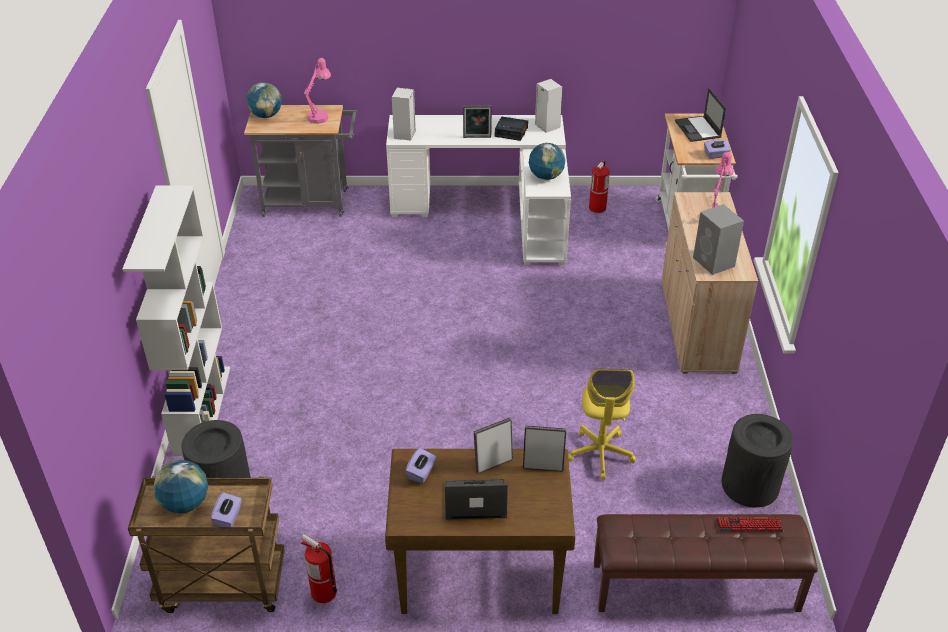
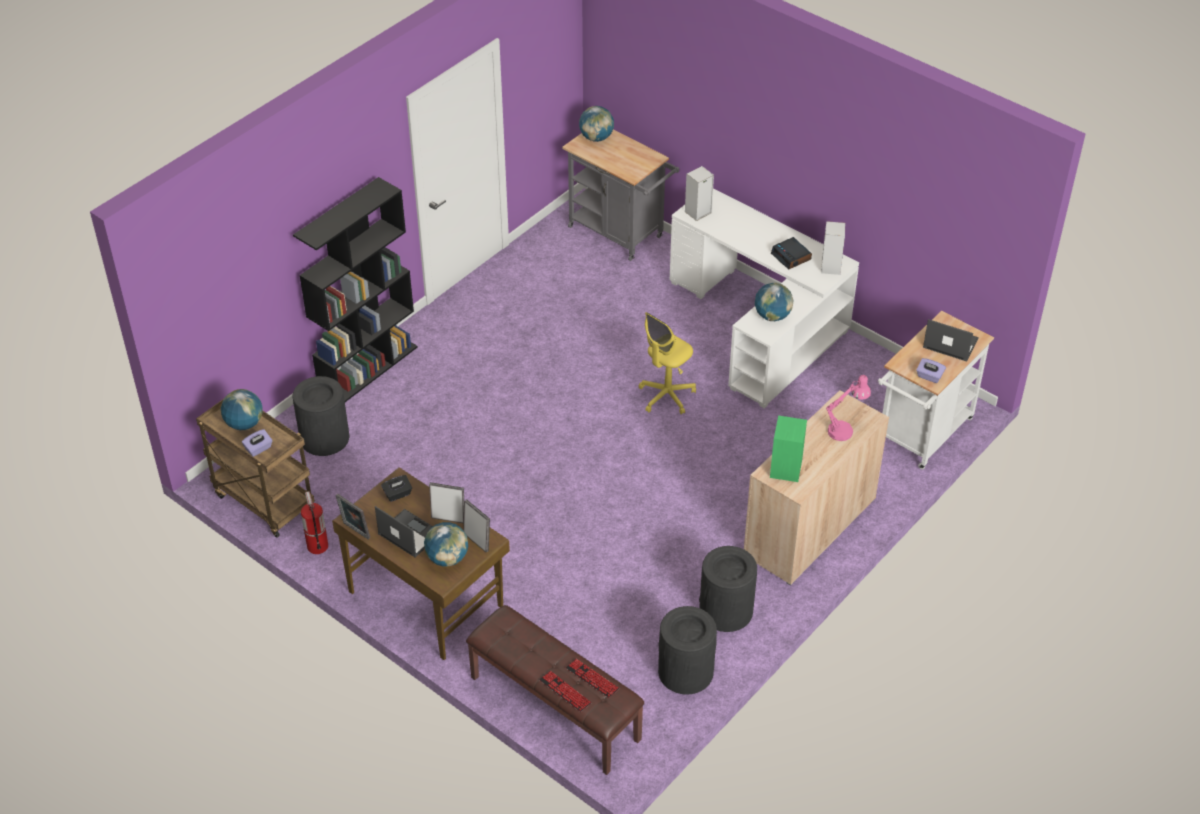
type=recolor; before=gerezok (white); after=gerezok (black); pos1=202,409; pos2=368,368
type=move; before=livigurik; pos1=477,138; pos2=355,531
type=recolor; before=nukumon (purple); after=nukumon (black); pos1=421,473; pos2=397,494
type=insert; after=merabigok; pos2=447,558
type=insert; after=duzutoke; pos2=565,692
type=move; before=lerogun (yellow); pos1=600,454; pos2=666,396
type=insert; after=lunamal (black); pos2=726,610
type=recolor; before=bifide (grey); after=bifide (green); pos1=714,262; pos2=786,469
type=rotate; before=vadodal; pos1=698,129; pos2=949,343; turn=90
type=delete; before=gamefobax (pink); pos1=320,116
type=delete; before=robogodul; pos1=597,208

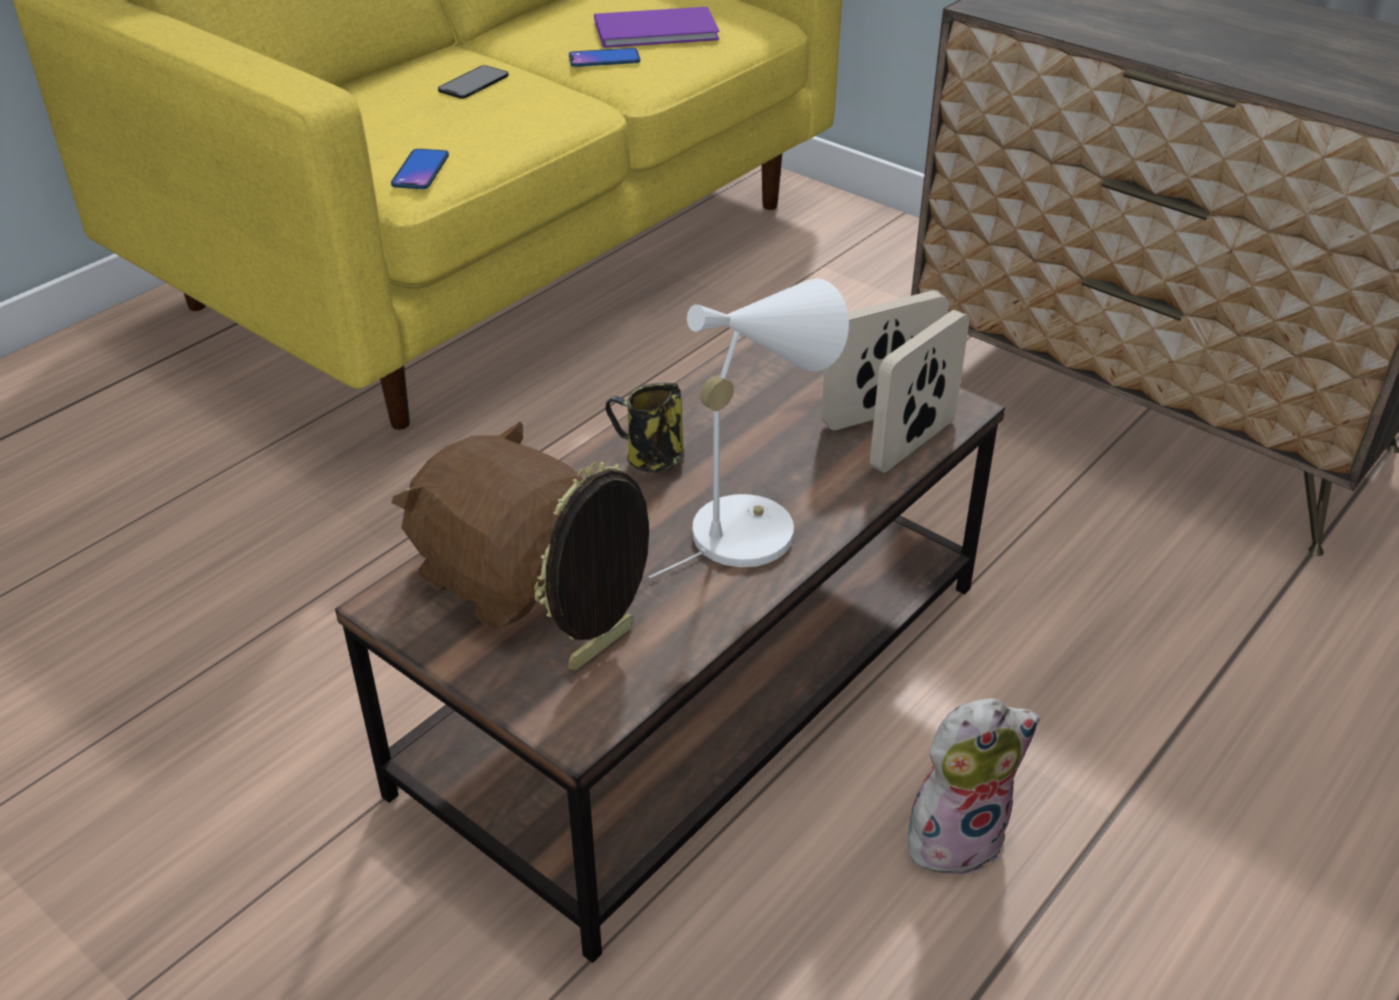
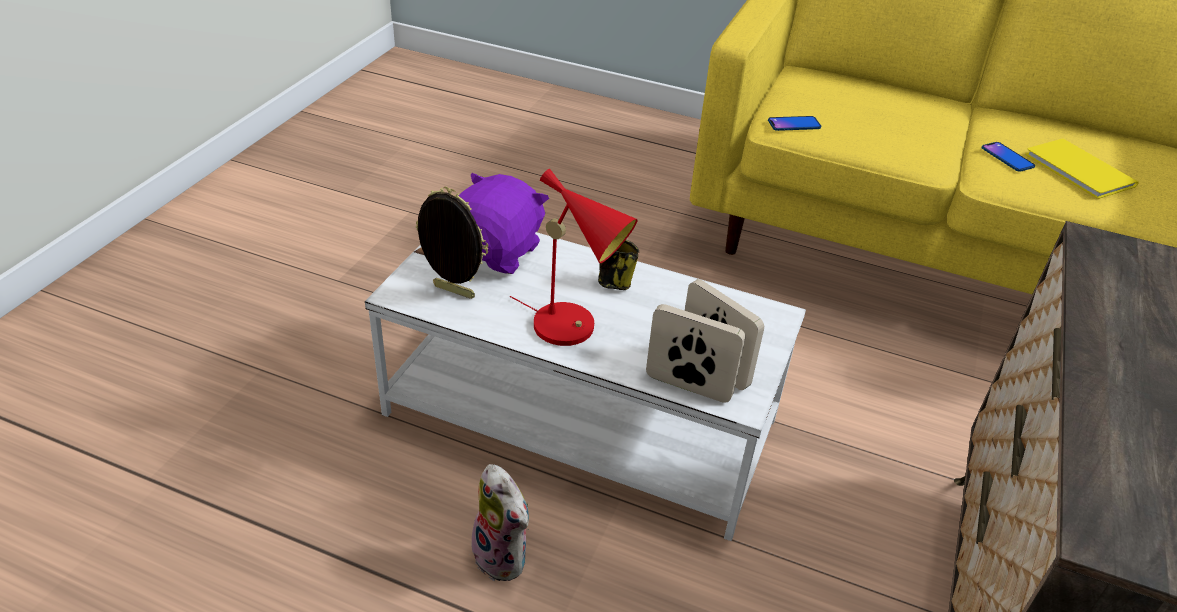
type=recolor; before=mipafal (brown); after=mipafal (white); pos1=699,687; pos2=578,418
type=recolor; before=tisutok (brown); after=tisutok (purple); pos1=509,575; pos2=496,252
type=recolor; before=gamefobax (white); after=gamefobax (red); pos1=753,525; pos2=573,328
type=recolor; before=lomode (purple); after=lomode (yellow); pos1=659,31; pos2=1079,172
type=delete; before=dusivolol; pos1=473,83

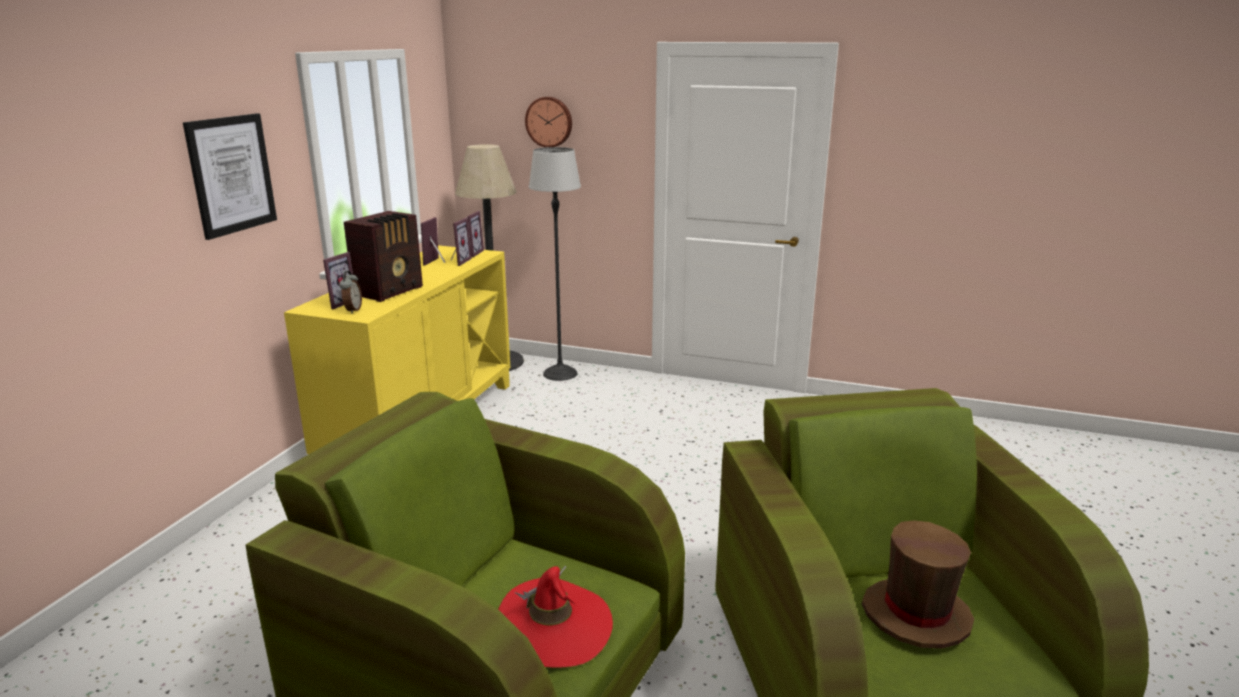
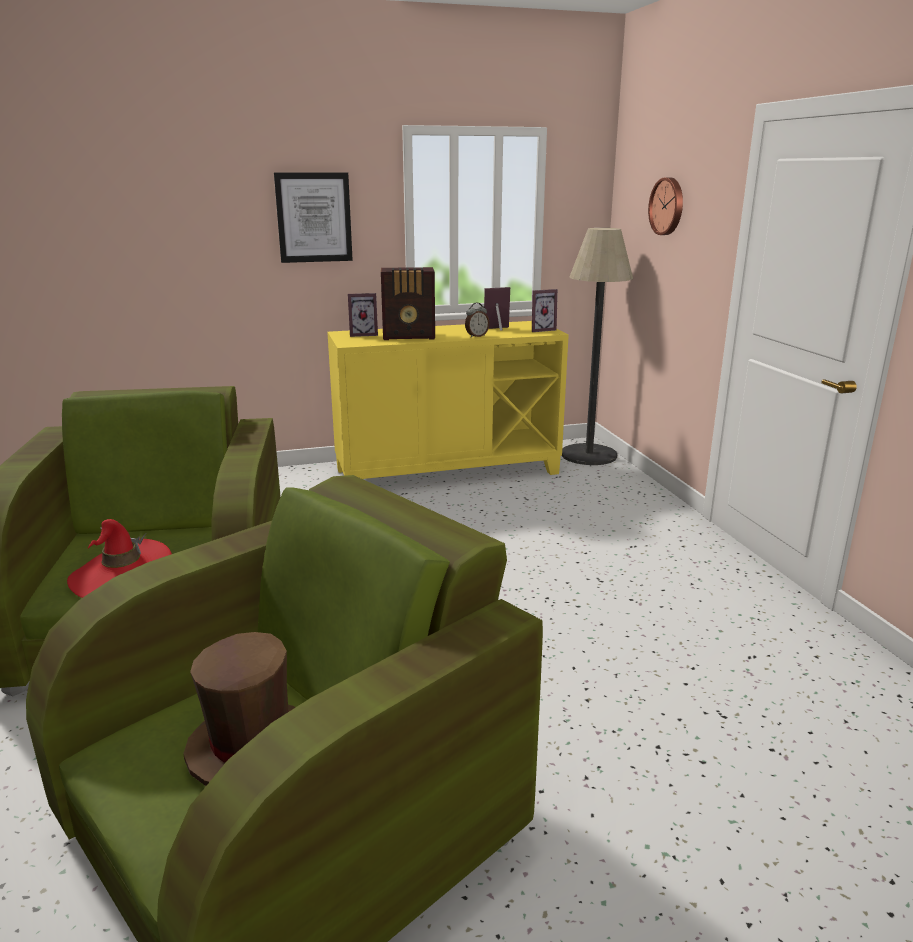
type=move; before=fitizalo; pos1=352,310; pos2=476,336
type=delete; before=livigurik; pos1=458,261
type=delete; before=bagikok; pos1=560,373

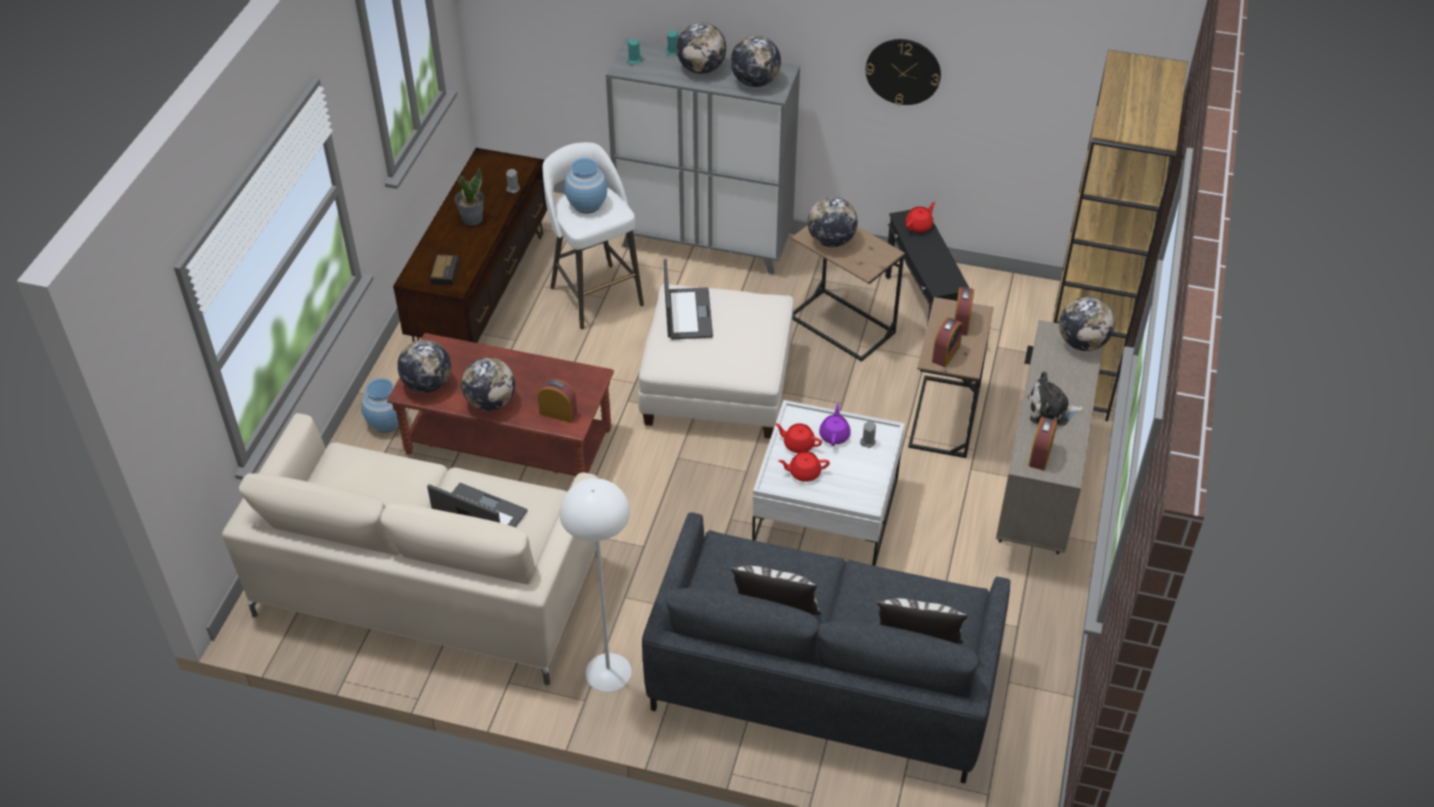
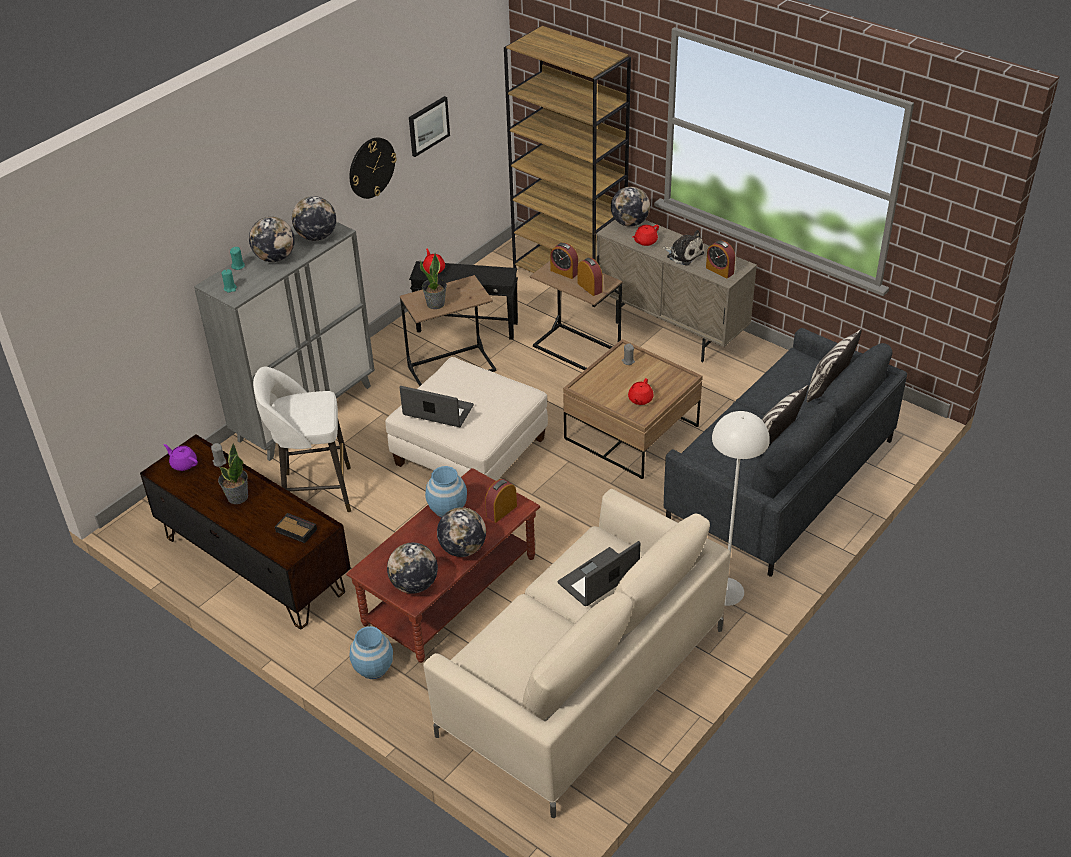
type=move; before=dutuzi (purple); pos1=834,435; pos2=183,464
type=insert; after=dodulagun; pos2=428,126
type=replace; before=merabigok; after=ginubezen; pos1=831,241; pos2=436,304
type=move; before=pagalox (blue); pos1=587,204; pos2=447,509
type=recolor; before=mipafal (white); after=mipafal (brown); pos1=826,512; pos2=631,433
type=move; before=dutuzi (red); pos1=798,444; pos2=645,241
type=rotate; before=tisutok; pos1=1051,411; pos2=683,254; turn=-75

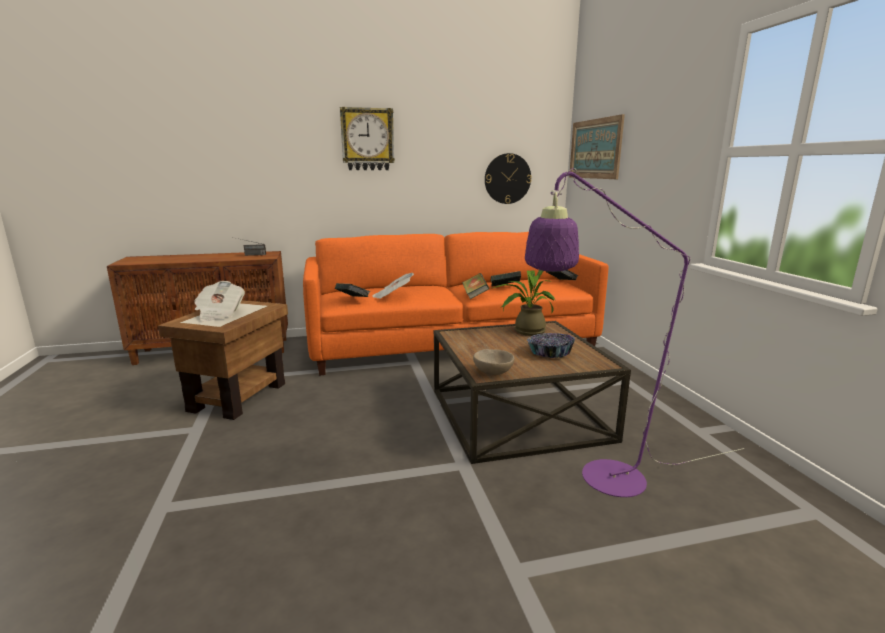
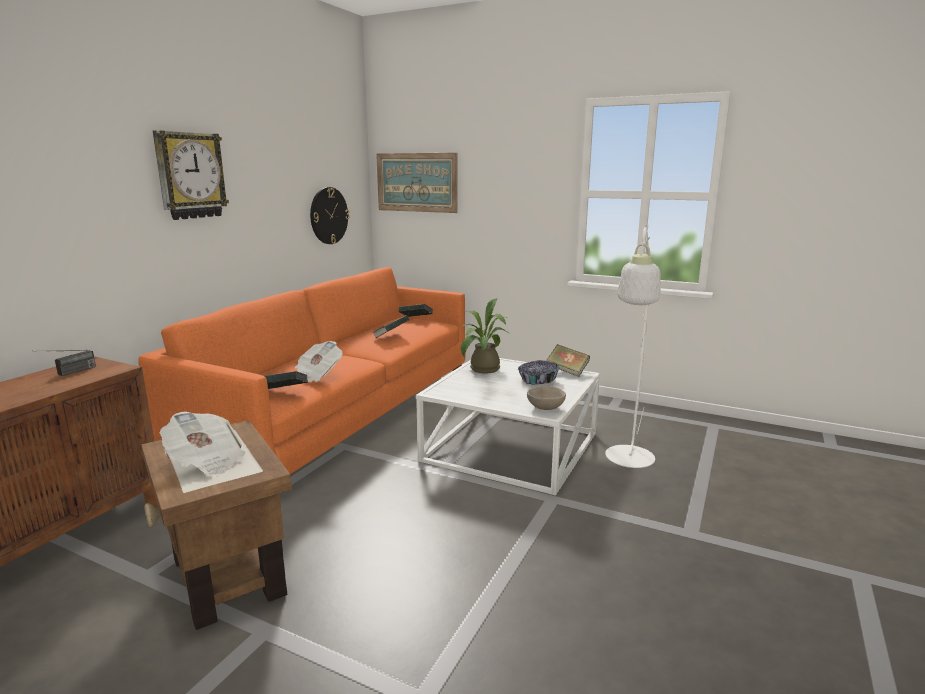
type=recolor; before=mipafal (brown); after=mipafal (white); pos1=517,413; pos2=510,446
type=move; before=lomode; pos1=475,295; pos2=567,371
type=recolor; before=bagikok (purple); after=bagikok (white); pos1=599,481; pos2=628,462

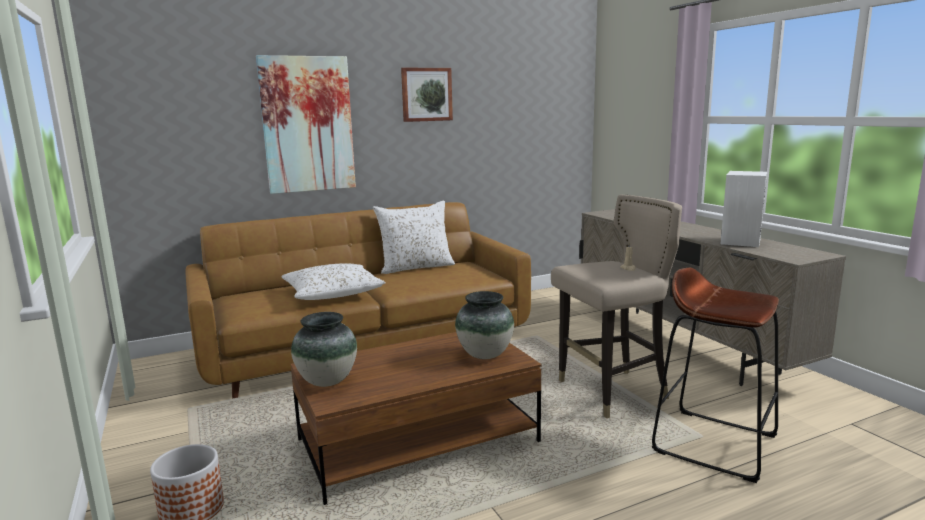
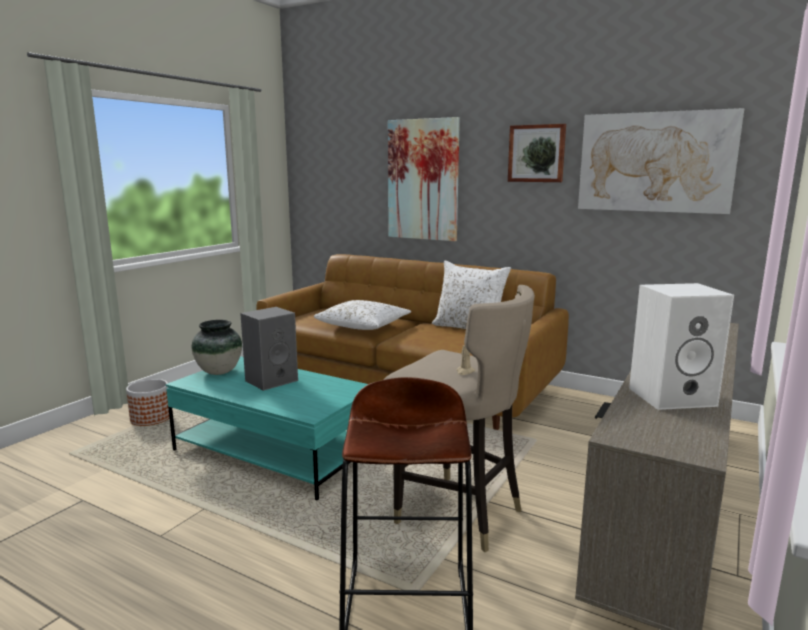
type=recolor; before=mipafal (brown); after=mipafal (turquoise); pos1=418,441; pos2=276,452
type=insert; after=bifide (grey); pos2=272,380
type=insert; after=dodulagun; pos2=655,162
type=delete; before=pagalox; pos1=485,355

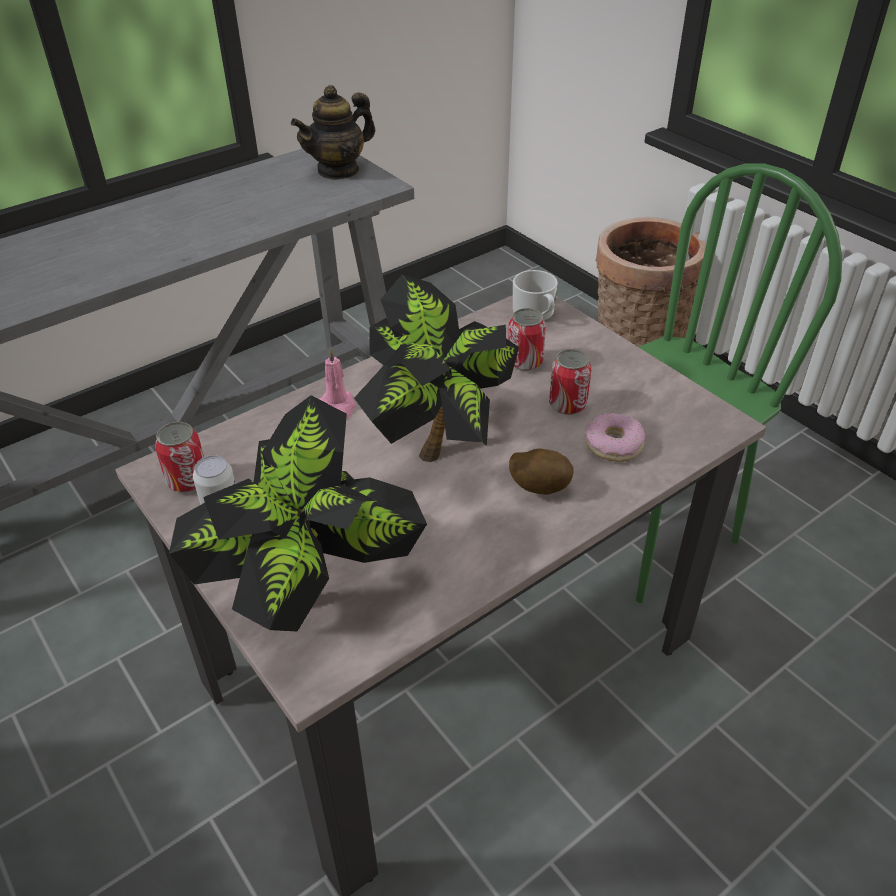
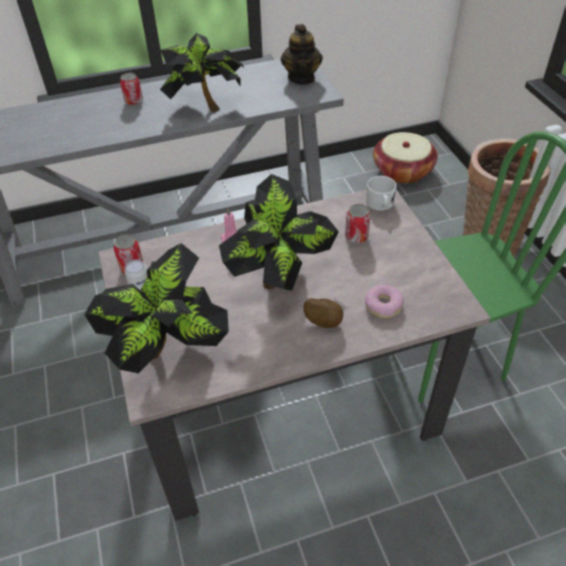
type=move; before=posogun; pos1=567,405; pos2=134,101
type=insert; after=ginubezen; pos2=205,107
type=rotate; before=dutuzi; pos1=338,170; pos2=302,78; turn=-75
type=insert; after=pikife; pos2=402,171

